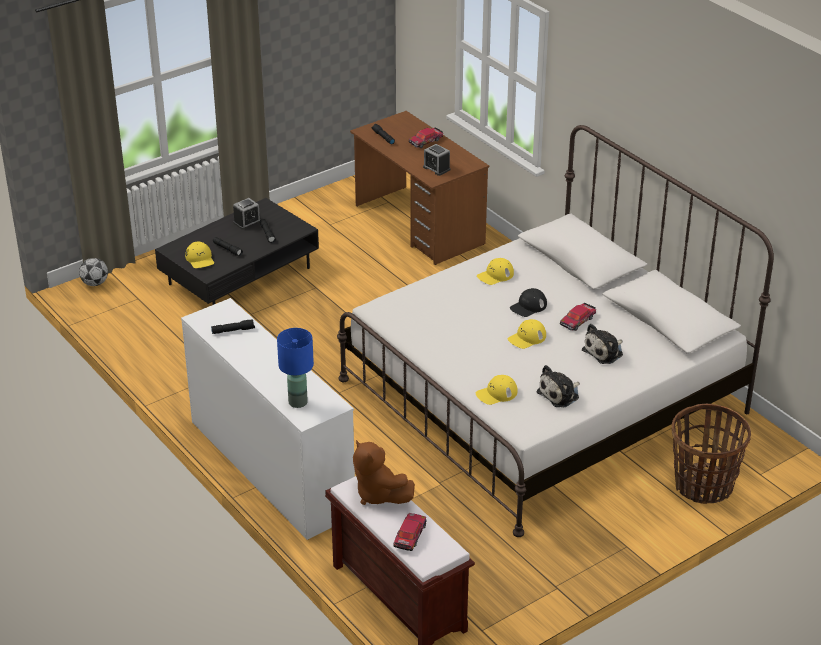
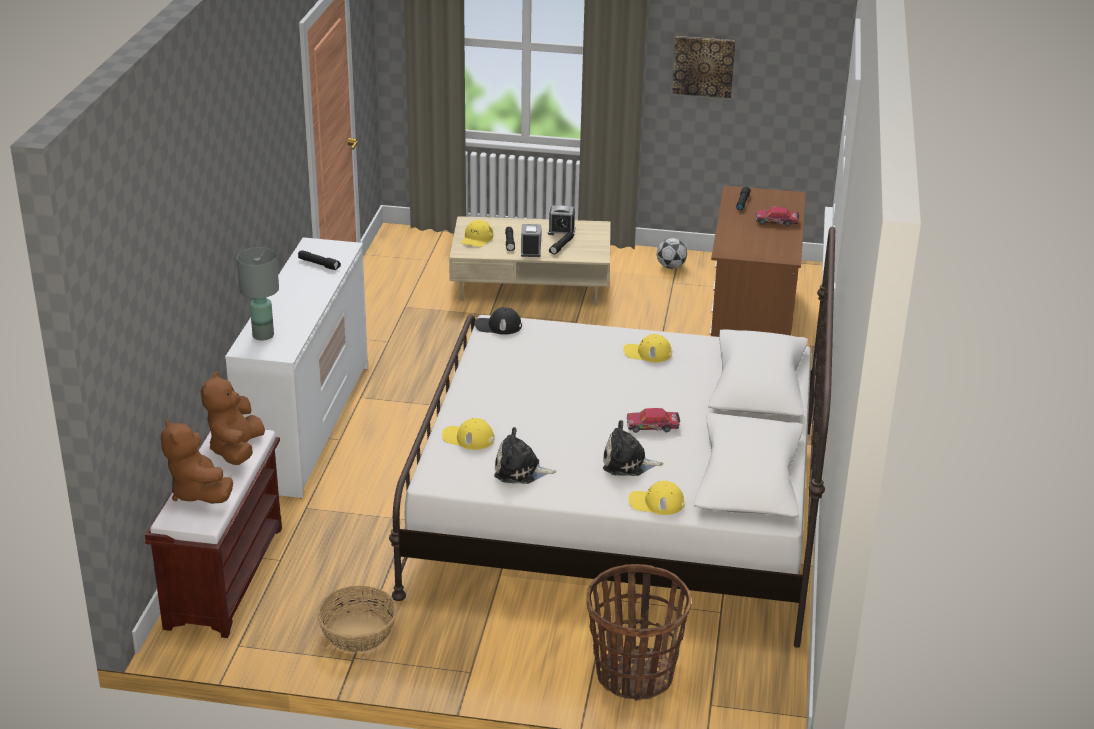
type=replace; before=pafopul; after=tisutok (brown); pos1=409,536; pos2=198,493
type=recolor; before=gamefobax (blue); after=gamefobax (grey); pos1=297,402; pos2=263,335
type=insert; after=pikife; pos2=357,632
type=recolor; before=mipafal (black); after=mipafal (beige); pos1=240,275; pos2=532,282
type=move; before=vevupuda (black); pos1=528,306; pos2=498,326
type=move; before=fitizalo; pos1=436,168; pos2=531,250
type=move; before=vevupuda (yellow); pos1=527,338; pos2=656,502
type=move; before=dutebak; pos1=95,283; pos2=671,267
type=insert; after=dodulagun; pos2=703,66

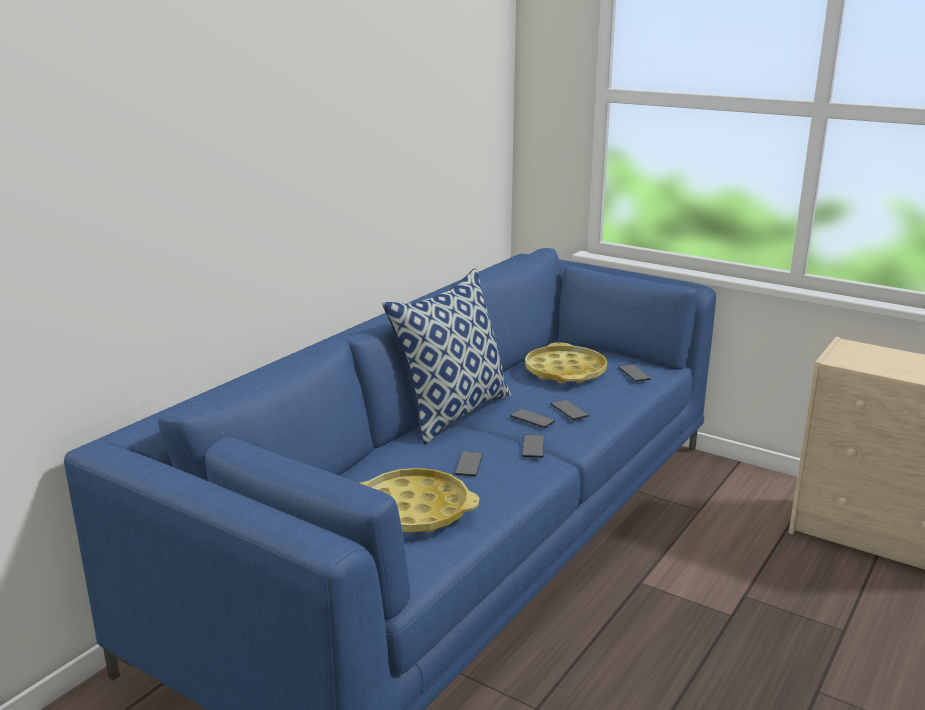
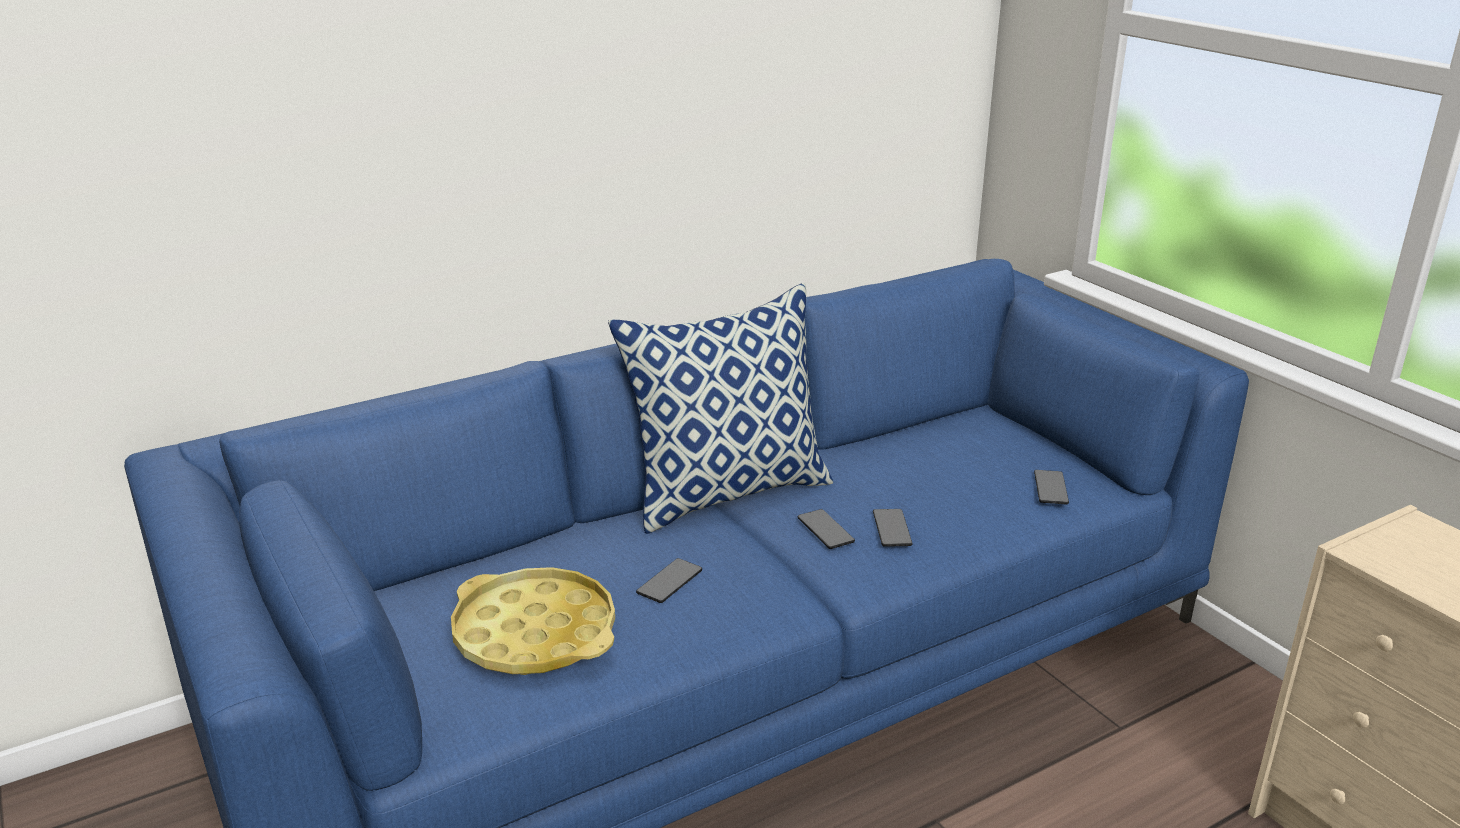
type=delete; before=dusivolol; pos1=533,447
type=delete; before=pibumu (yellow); pos1=565,371

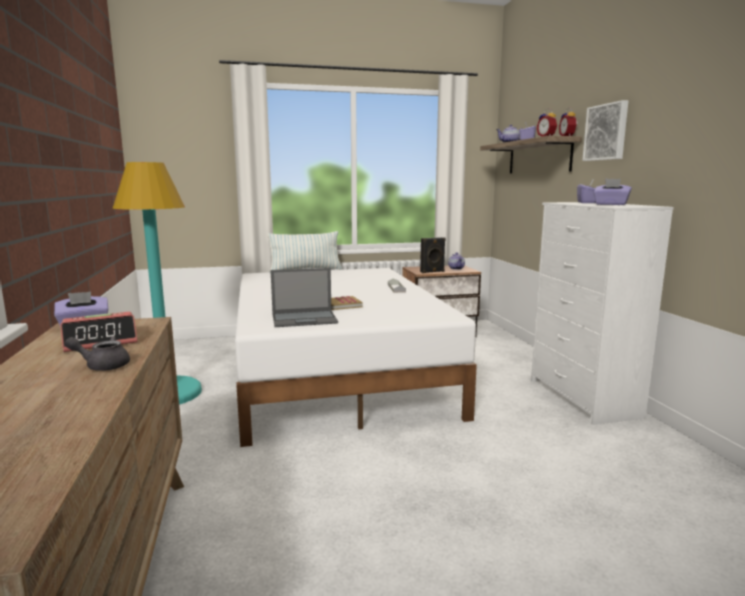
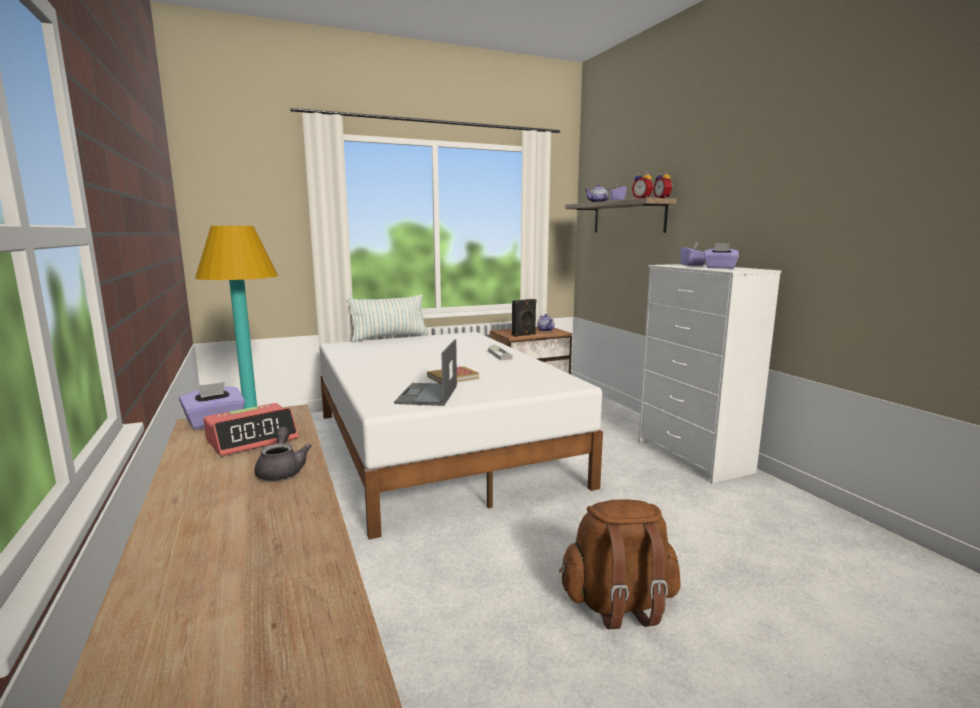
type=rotate; before=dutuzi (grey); pos1=103,366; pos2=282,470; turn=90
type=rotate; before=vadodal; pos1=305,319; pos2=427,395; turn=120
type=insert; after=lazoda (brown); pos2=618,604
type=delete; before=dodulagun; pos1=606,132

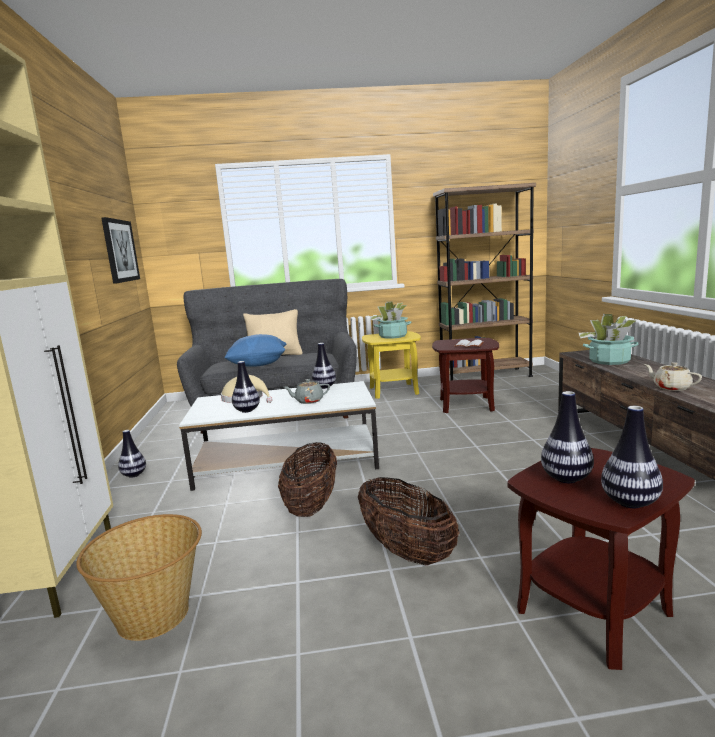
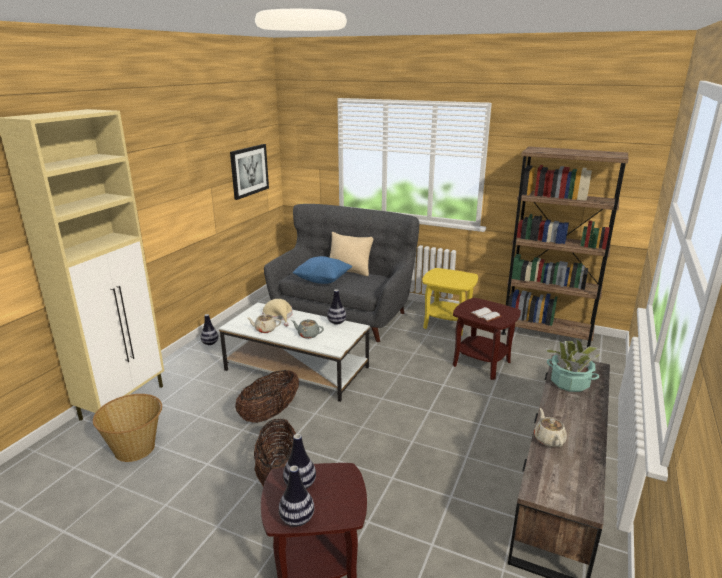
type=replace; before=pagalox; after=dutuzi (beige); pos1=247,410; pos2=265,329
type=delete; before=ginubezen; pos1=393,336

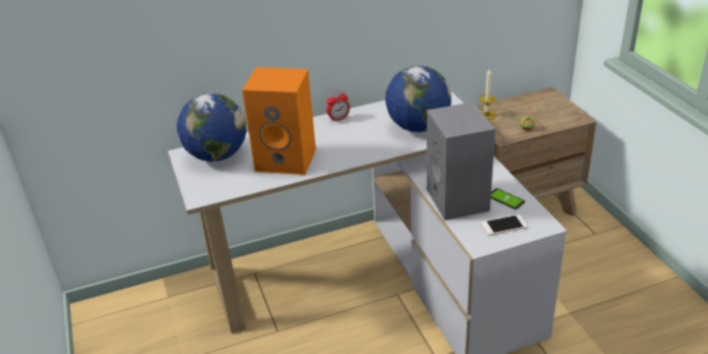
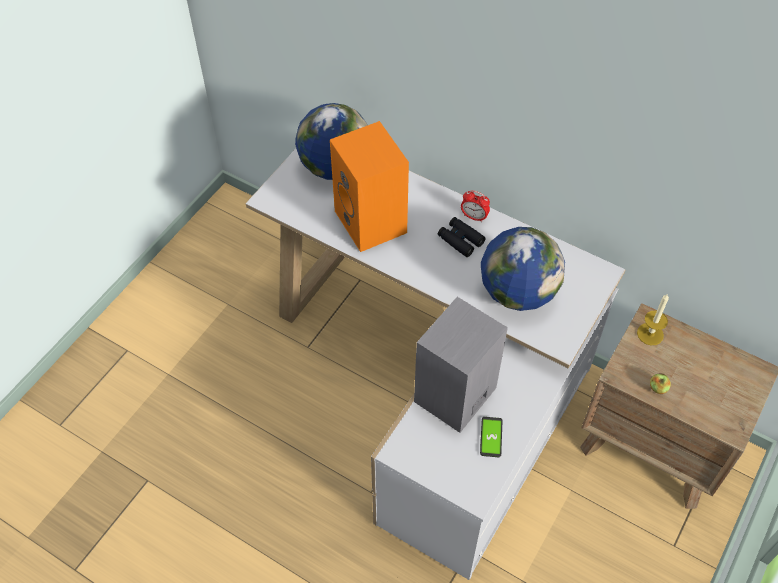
type=insert; after=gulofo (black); pos2=460,240
type=delete; before=dusivolol; pos1=503,225

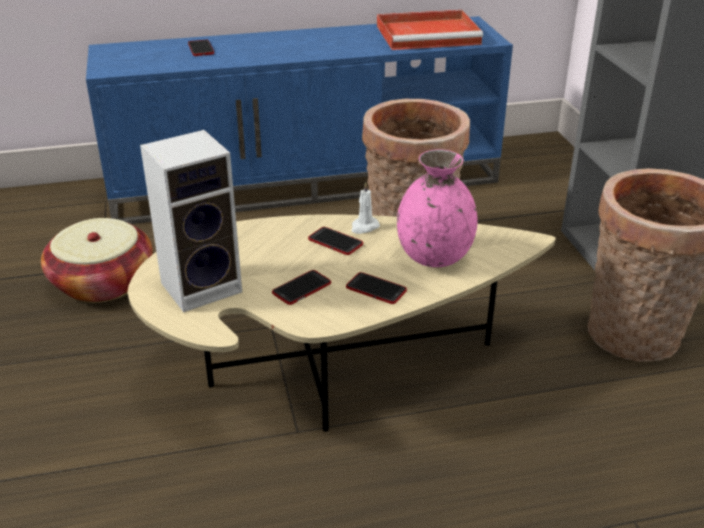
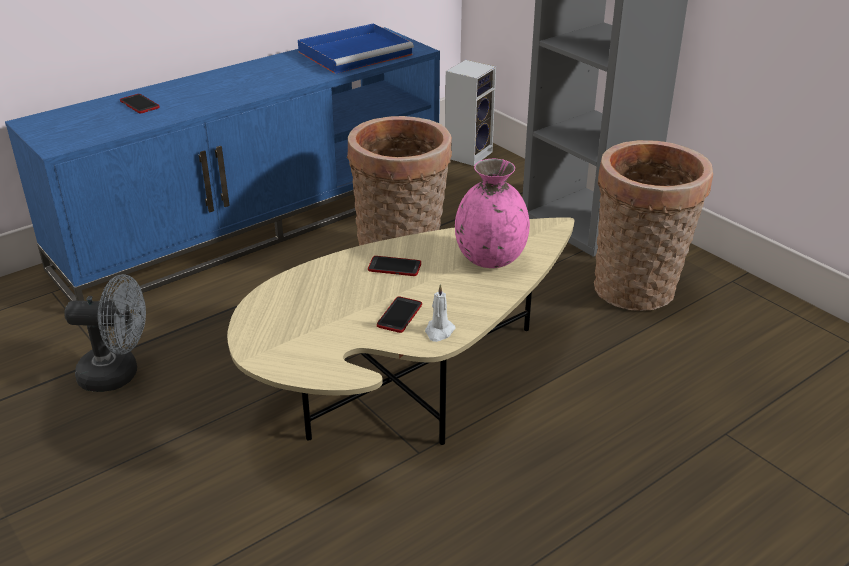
type=replace; before=pikife; after=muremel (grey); pos1=103,283; pos2=118,374
type=recolor; before=pibumu (red); after=pibumu (blue); pos1=429,34; pos2=357,52
type=move; before=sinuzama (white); pos1=364,227; pos2=439,332
type=move; before=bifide; pos1=203,286; pos2=468,154
type=delete; before=dusivolol; pos1=376,289

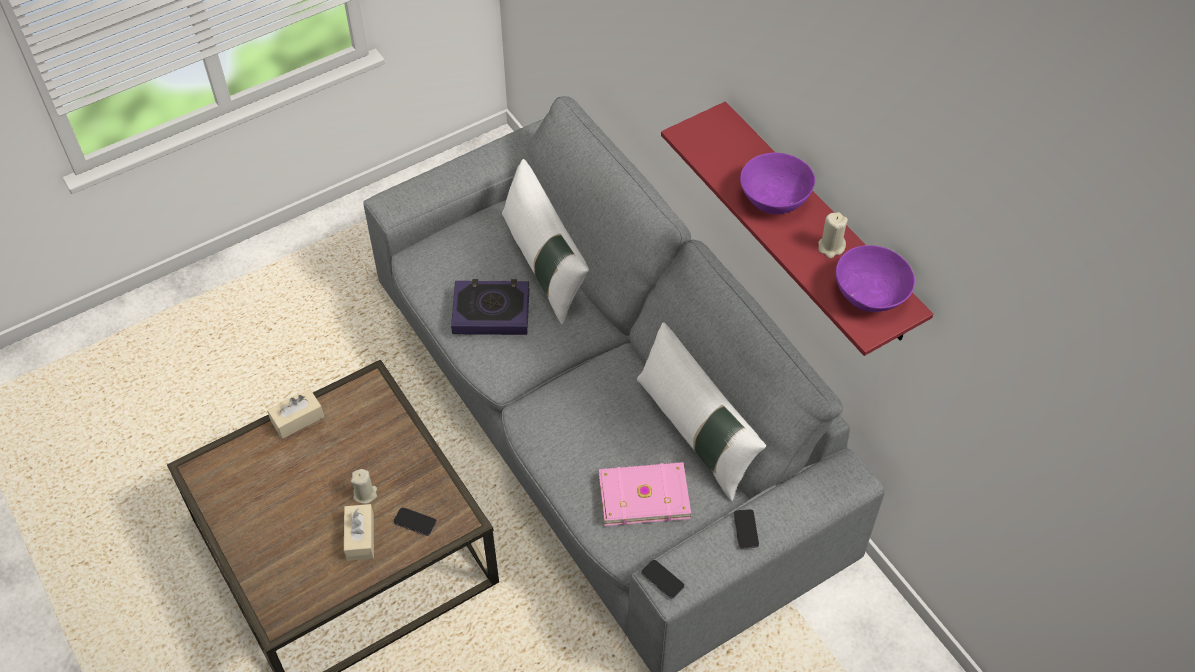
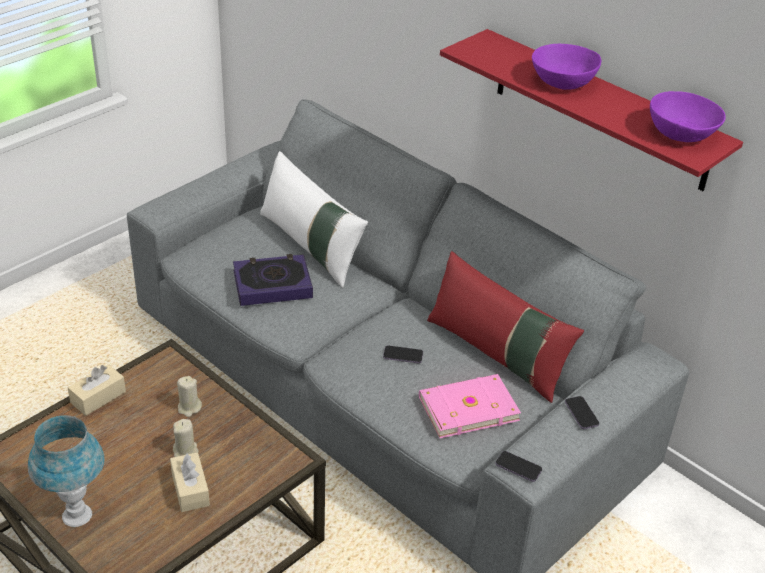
type=insert; after=gamefobax (blue); pos2=77,516
type=move; before=sinuzama (beige); pos1=831,247; pos2=189,408
type=move; before=dusivolol; pos1=415,522; pos2=403,355
type=recolor; before=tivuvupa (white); after=tivuvupa (red); pos1=695,433; pos2=497,354

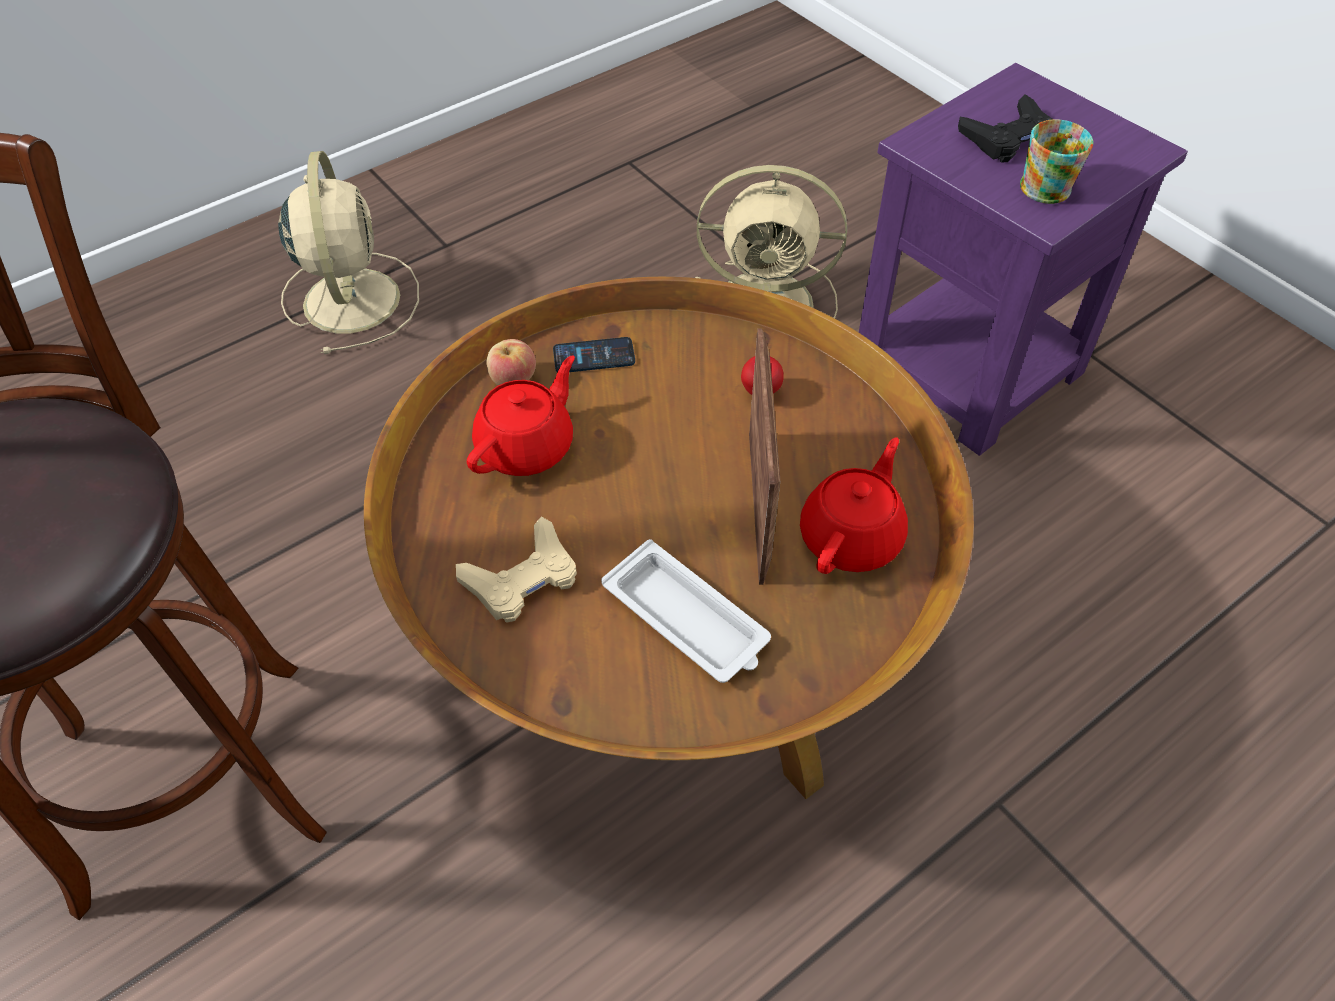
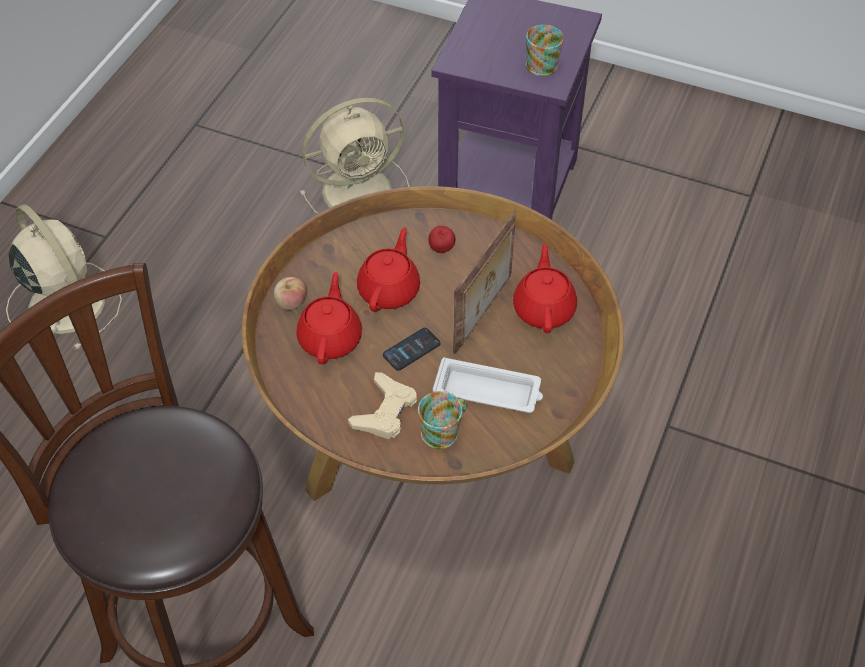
type=insert; after=dutuzi (red); pos2=389,290
type=move; before=dusivolol; pos1=594,356; pos2=411,349
type=insert; after=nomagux; pos2=444,431
type=rotate; before=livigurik; pos1=759,505; pos2=484,313; turn=60
type=delete; before=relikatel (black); pos1=1009,138

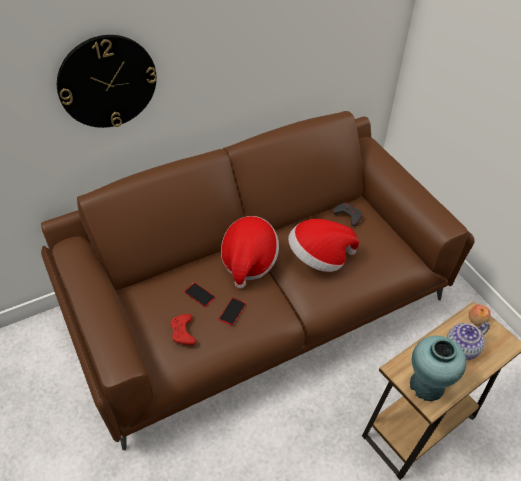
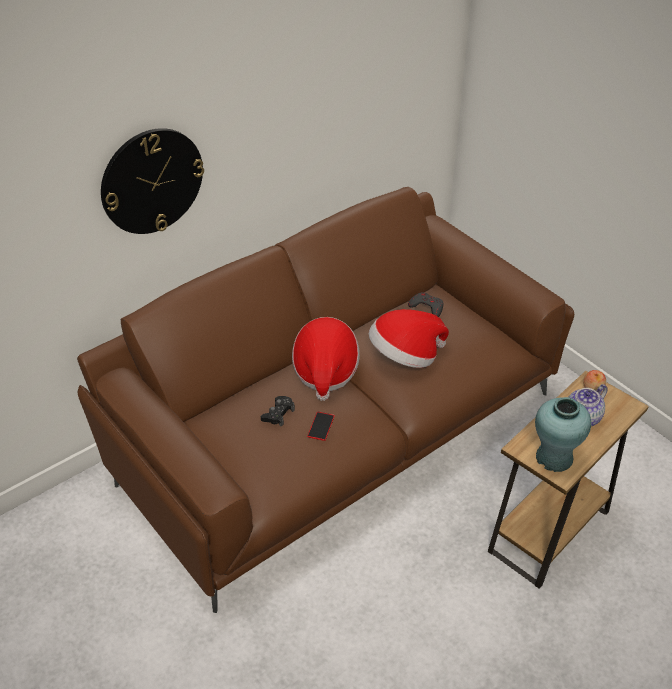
type=replace; before=dusivolol; after=relikatel (black); pos1=199,294; pos2=278,414
type=delete; before=relikatel (red); pos1=183,332

